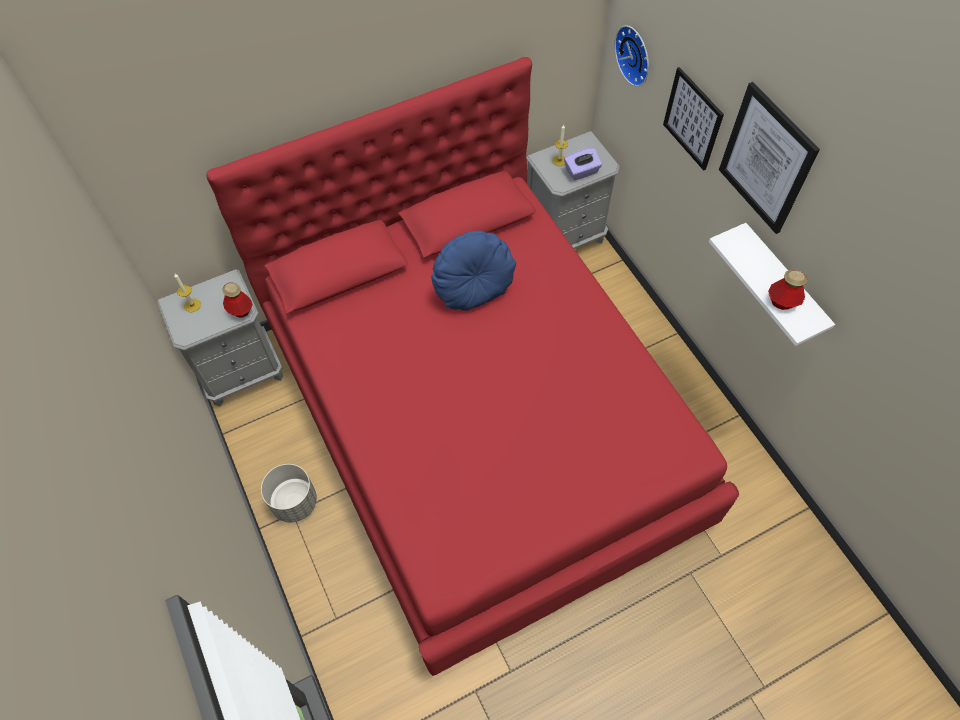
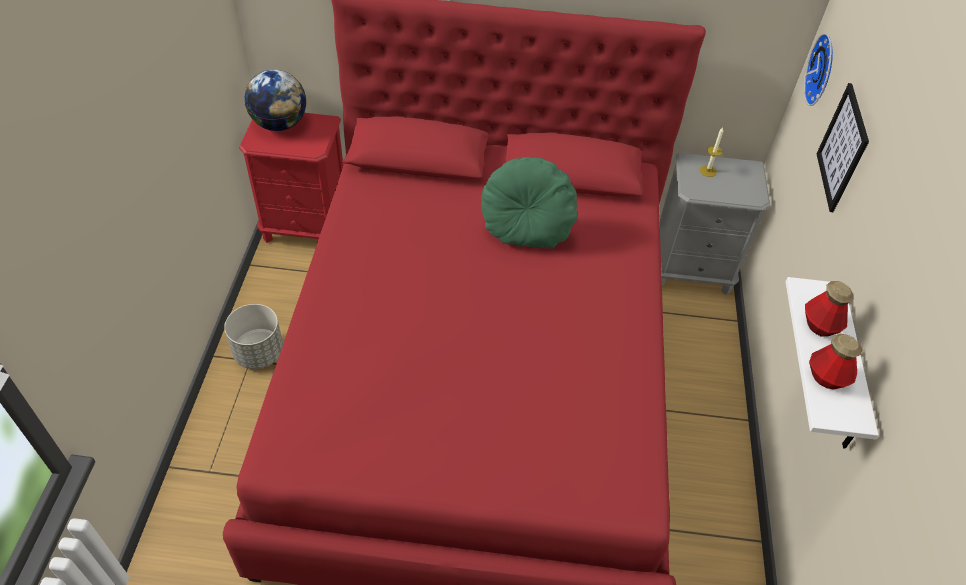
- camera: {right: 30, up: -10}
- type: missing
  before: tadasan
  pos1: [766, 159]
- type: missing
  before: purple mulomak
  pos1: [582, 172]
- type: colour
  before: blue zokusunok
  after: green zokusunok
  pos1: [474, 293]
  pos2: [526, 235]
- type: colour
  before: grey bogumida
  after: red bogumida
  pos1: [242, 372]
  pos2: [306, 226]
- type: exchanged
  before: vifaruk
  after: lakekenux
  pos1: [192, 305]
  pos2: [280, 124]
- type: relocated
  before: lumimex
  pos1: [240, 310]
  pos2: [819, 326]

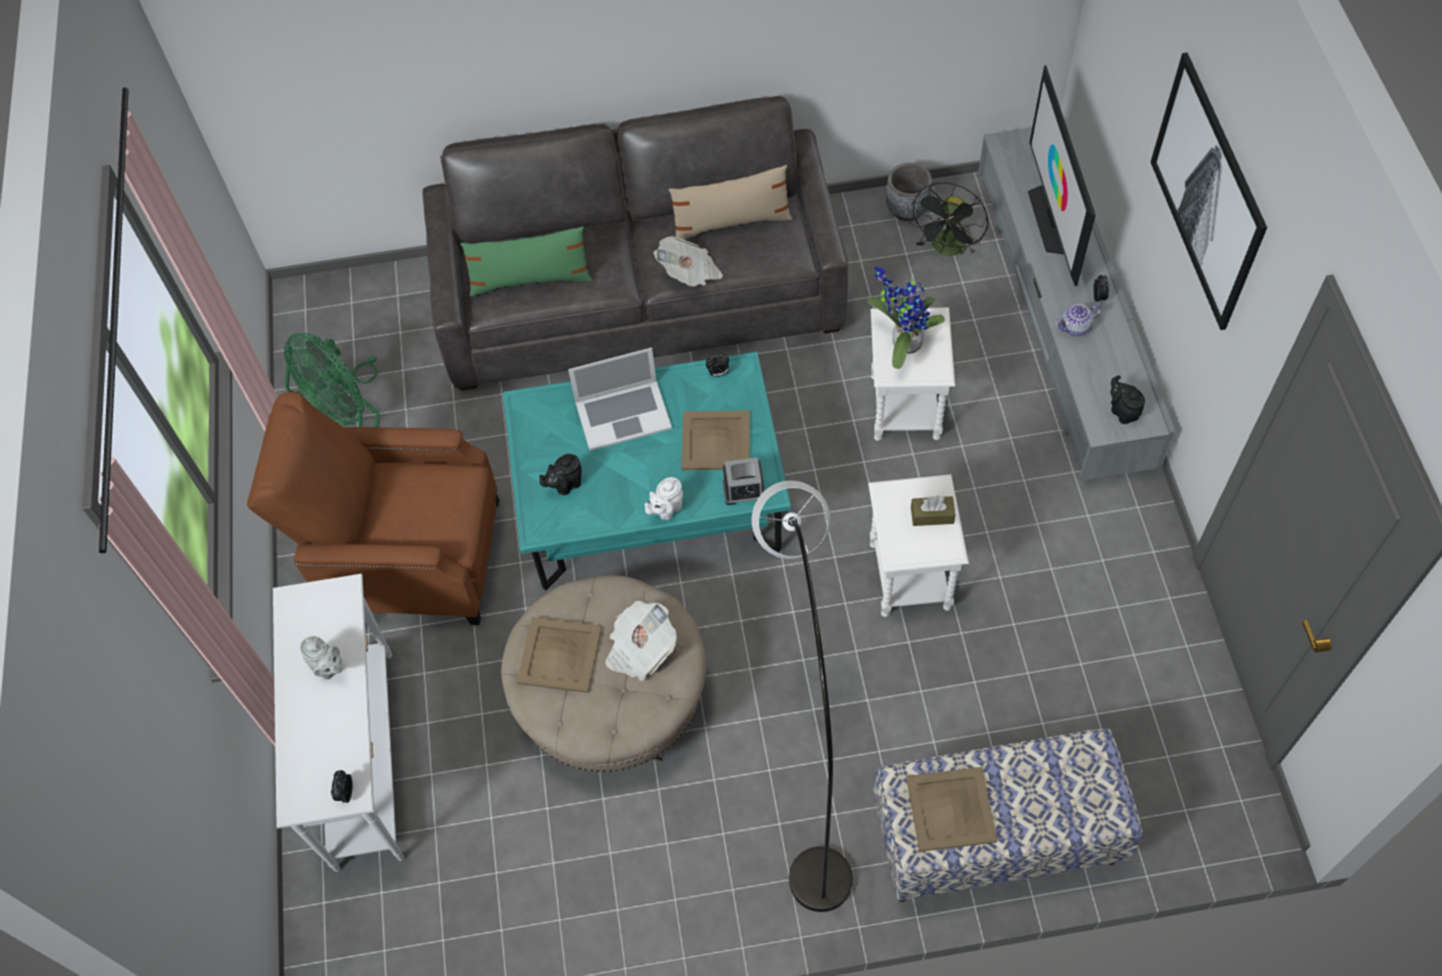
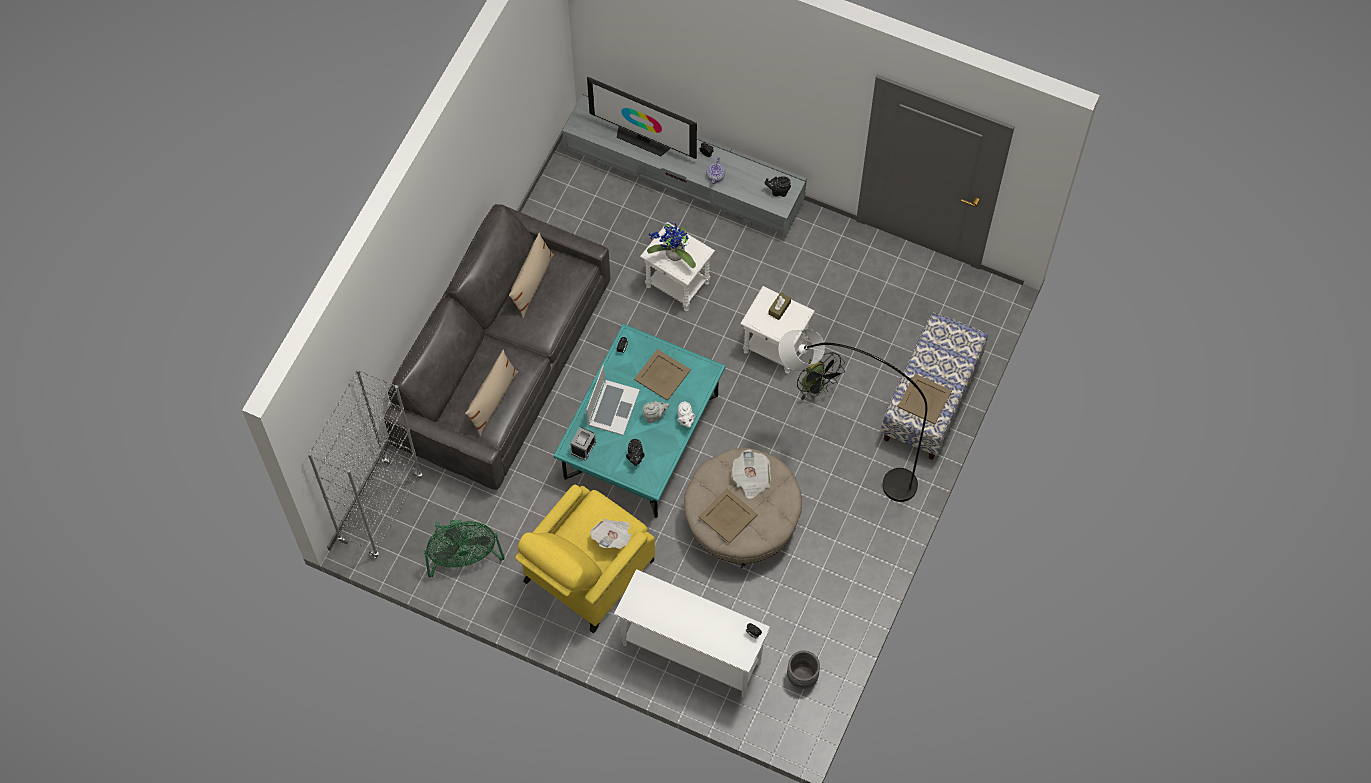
- camera: {right: -60, up: 5}
- type: missing
  before: tadasan
  pos1: [1207, 191]
- type: relocated
  before: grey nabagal
  pos1: [906, 210]
  pos2: [802, 676]
- type: relocated
  before: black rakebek
  pos1: [947, 249]
  pos2: [817, 386]
- type: colour
  before: green zokusunok
  after: beige zokusunok
  pos1: [530, 280]
  pos2: [493, 400]
- type: relocated
  before: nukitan
  pos1: [690, 273]
  pos2: [613, 537]
- type: colour
  before: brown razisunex
  after: yellow razisunex
  pos1: [406, 557]
  pos2: [585, 573]
- type: relocated
  before: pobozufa
  pos1: [744, 490]
  pos2: [583, 447]
- type: relocated
  before: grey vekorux
  pos1: [328, 668]
  pos2: [655, 416]
- type: appeared
  after: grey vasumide
  pos2: [381, 509]

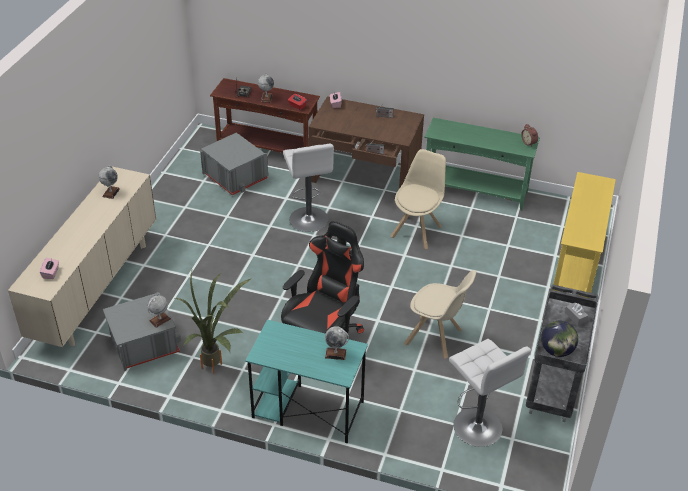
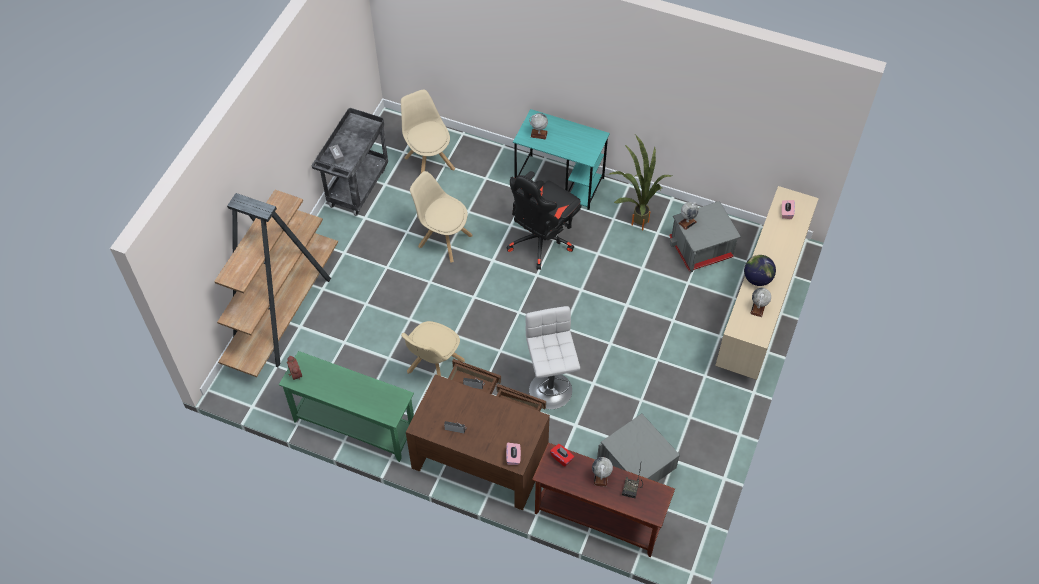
- camera: {right: -175, up: 15}
- type: exchanged
  before: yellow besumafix
  after: brown vasumide
  pos1: [576, 265]
  pos2: [283, 312]
- type: relocated
  before: lakekenux
  pos1: [556, 351]
  pos2: [757, 279]
- type: exchanged
  before: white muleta
  after: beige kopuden
  pos1: [477, 427]
  pos2: [428, 161]

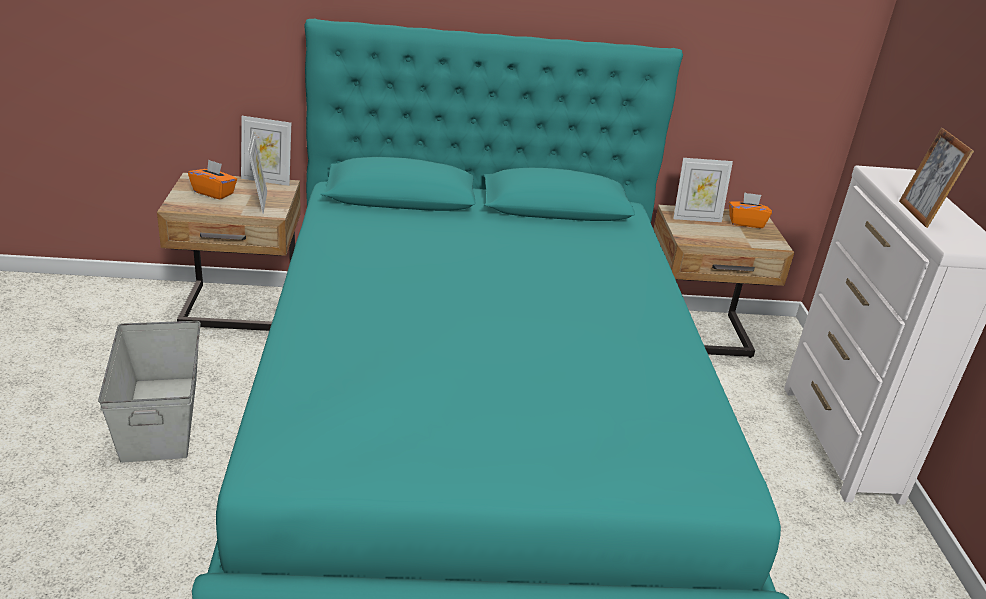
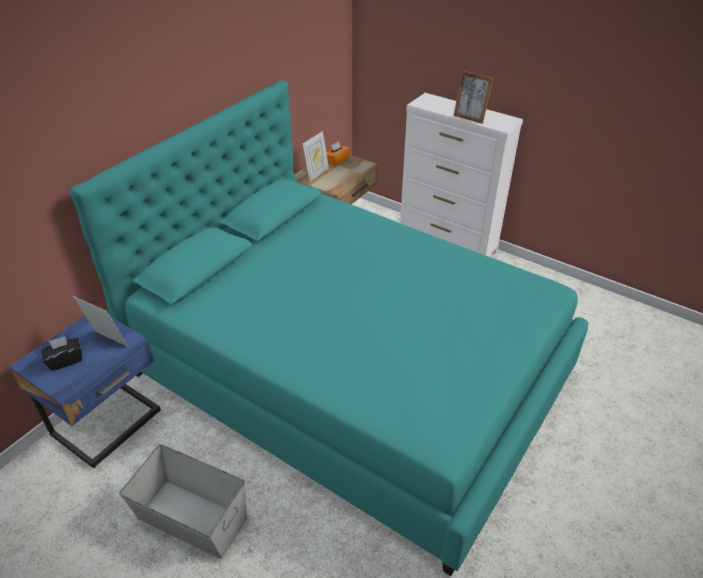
- camera: {right: -50, up: 10}
- type: missing
  before: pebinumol
  pos1: [267, 180]
- type: colour
  before: orange mulomak
  after: black mulomak
  pos1: [214, 192]
  pos2: [65, 360]
- type: colour
  before: beige bogumida
  after: blue bogumida
  pos1: [239, 311]
  pos2: [109, 424]

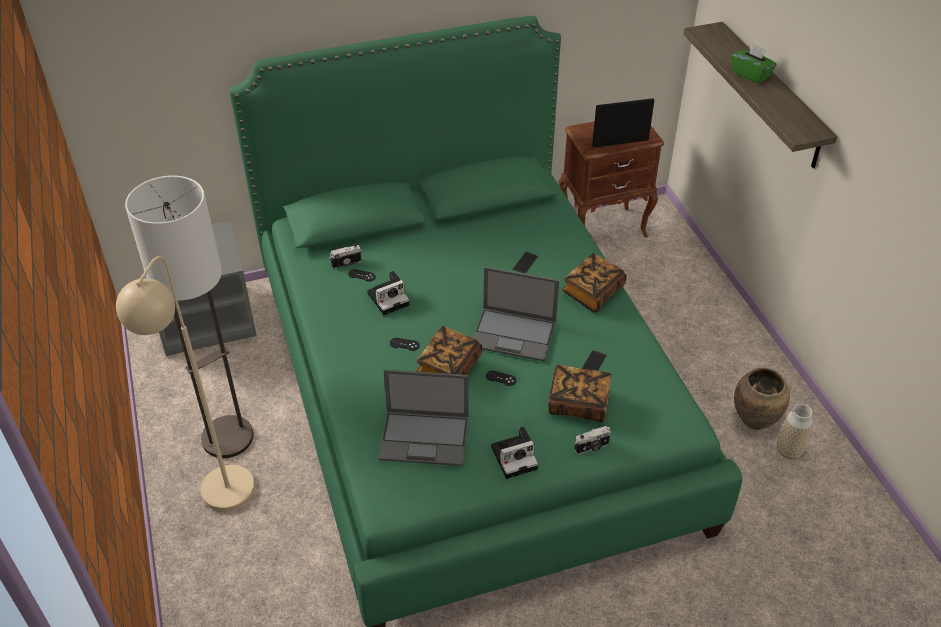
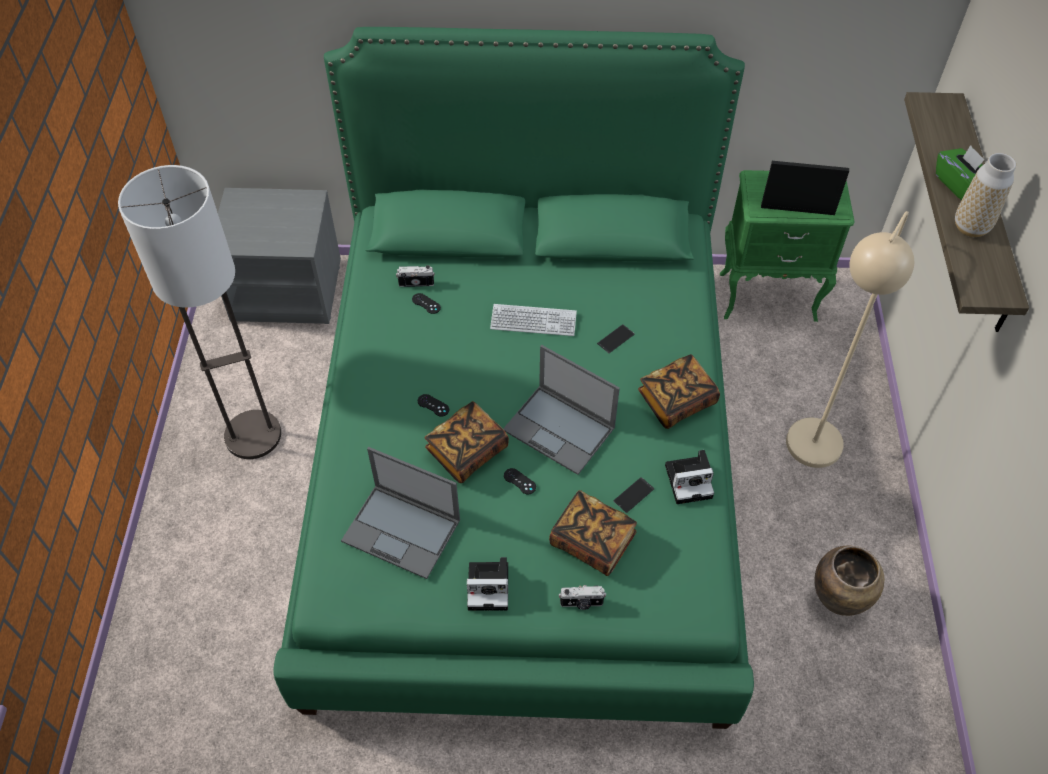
- camera: {right: 20, up: 10}
- type: colour
  before: brown bogumida
  after: green bogumida
  pos1: [603, 229]
  pos2: [768, 296]
- type: relocated
  before: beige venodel
  pos1: [223, 504]
  pos2: [807, 457]
- type: relocated
  before: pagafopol
  pos1: [389, 298]
  pos2: [690, 480]
- type: relocated
  before: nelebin
  pos1: [788, 451]
  pos2: [971, 227]
- type: appeared
  after: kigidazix
  pos2: [533, 321]

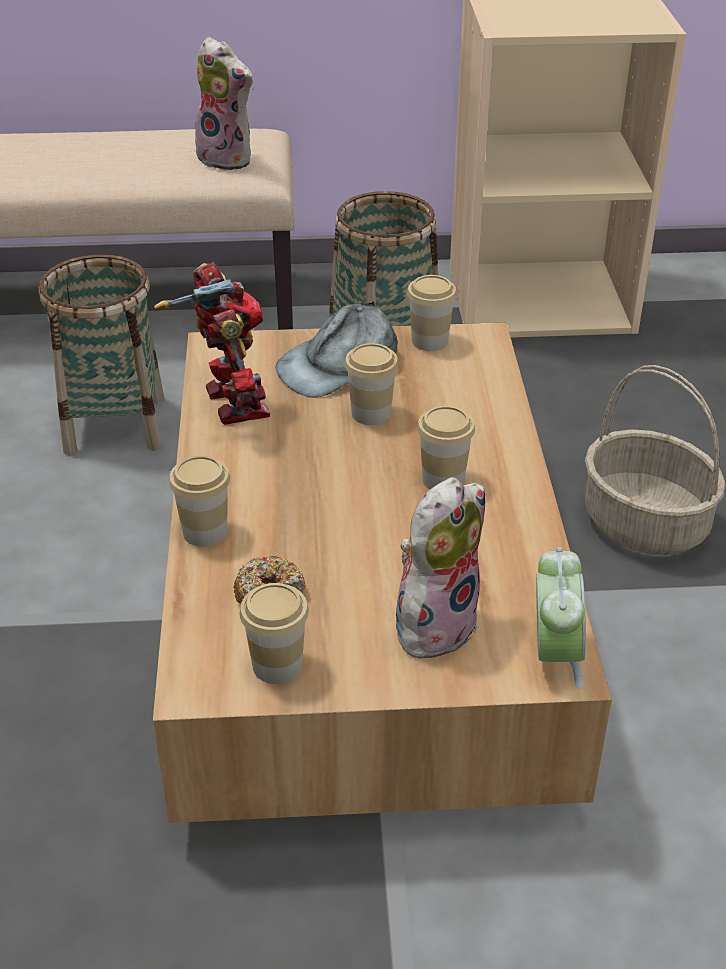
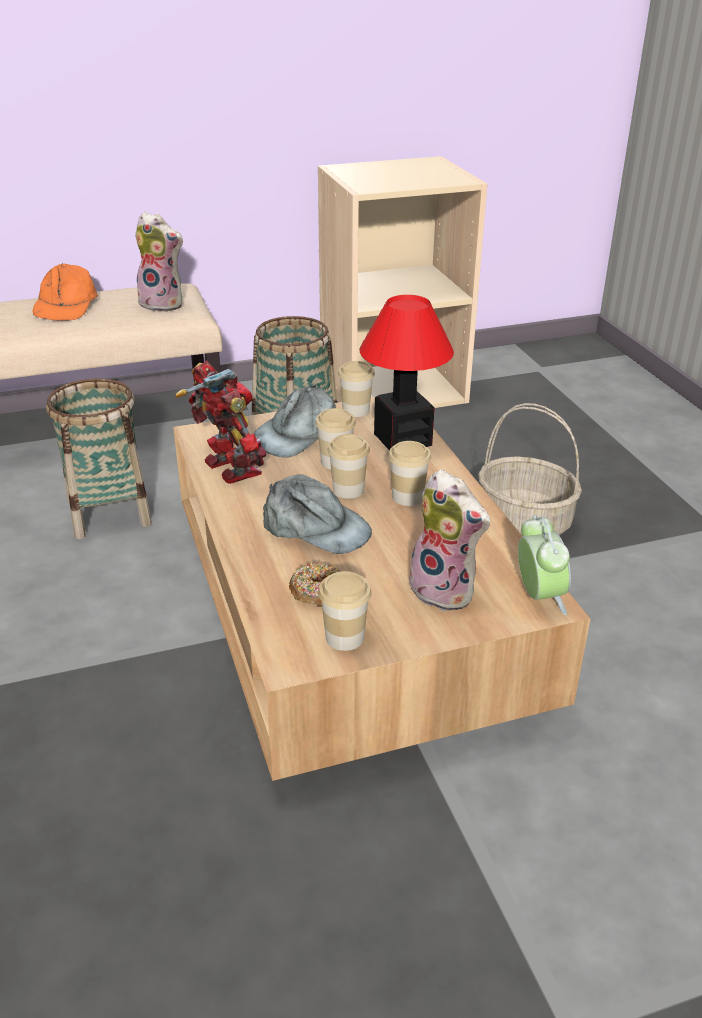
- camera: {right: -15, up: -5}
- type: relocated
  before: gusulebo
  pos1: [205, 532]
  pos2: [348, 490]
- type: spun
  before: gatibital
  pos1: [434, 624]
  pos2: [446, 591]
  turn: 105
- type: appeared
  after: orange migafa
  pos2: [66, 305]
- type: appeared
  after: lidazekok
  pos2: [401, 440]
- type: appeared
  after: grey migafa
  pos2: [316, 528]

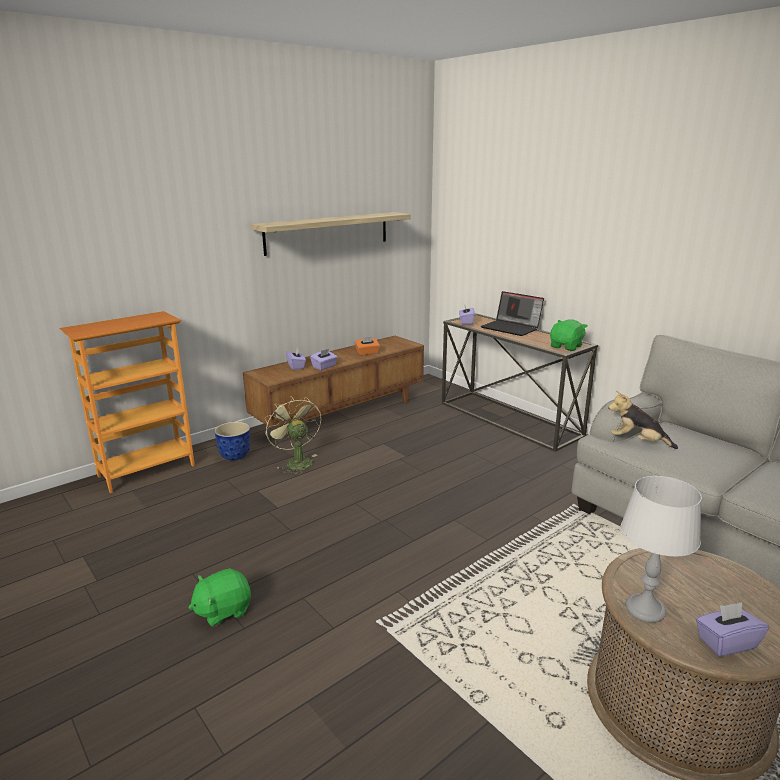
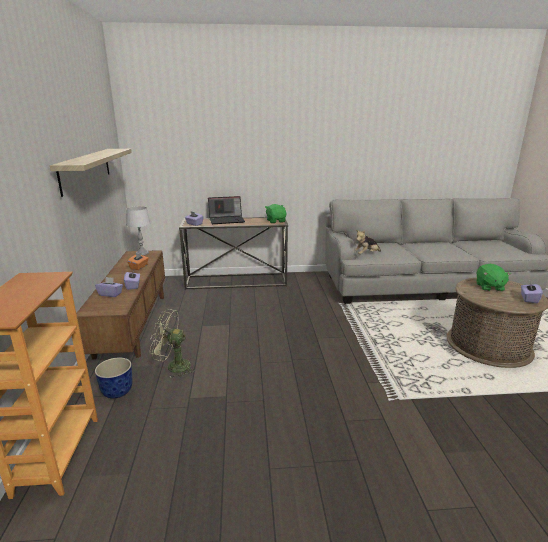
- camera: {right: -55, up: 0}
- type: relocated
  before: grey lidazekok
  pos1: [645, 610]
  pos2: [142, 253]
- type: relocated
  before: green gatibital
  pos1: [223, 610]
  pos2: [489, 287]

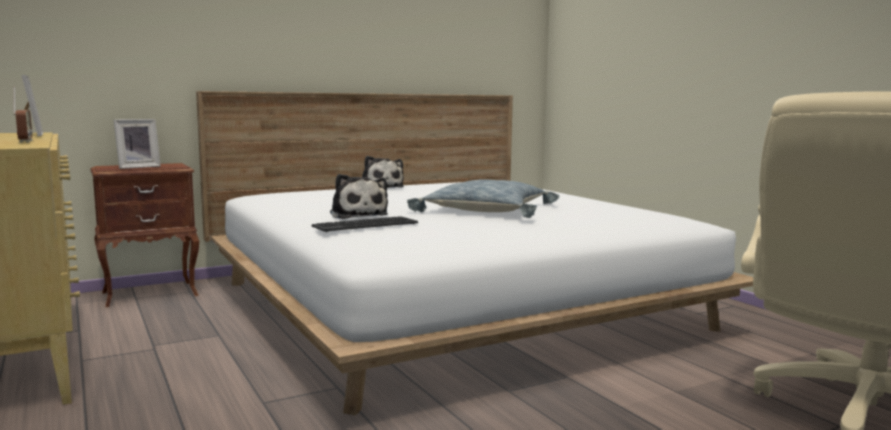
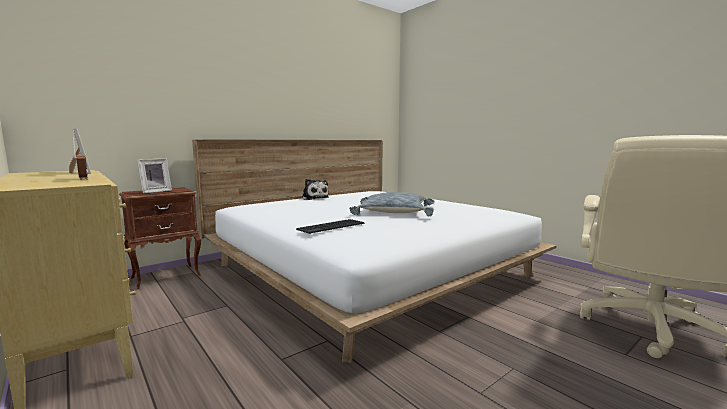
- camera: {right: -10, up: 0}
- type: missing
  before: gatibital
  pos1: [358, 215]

